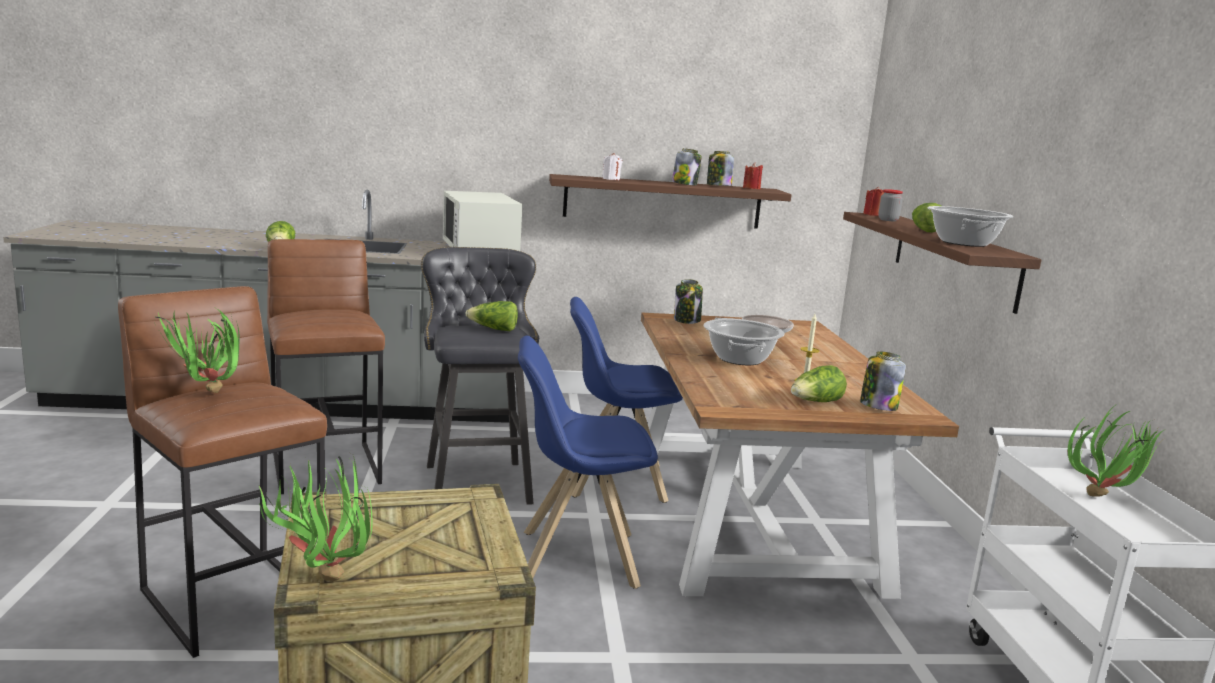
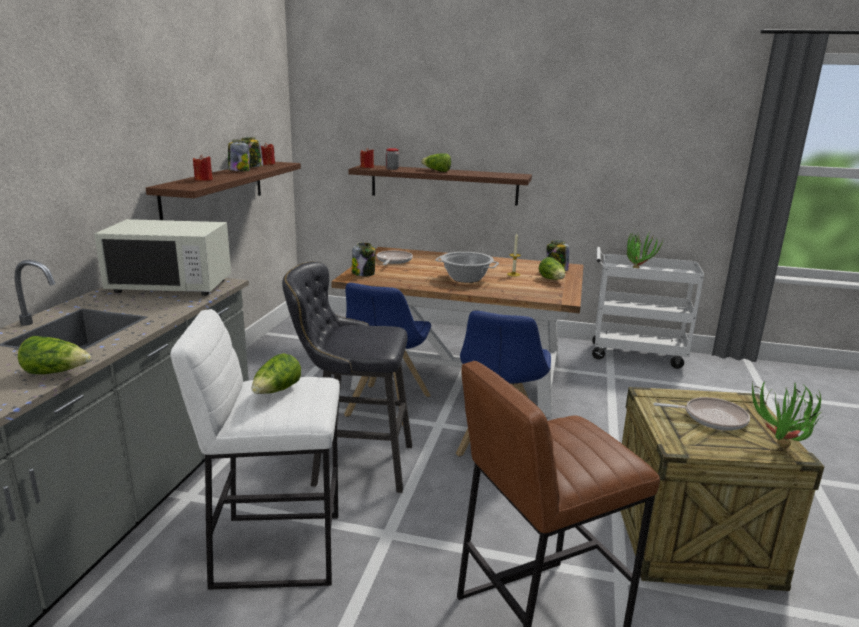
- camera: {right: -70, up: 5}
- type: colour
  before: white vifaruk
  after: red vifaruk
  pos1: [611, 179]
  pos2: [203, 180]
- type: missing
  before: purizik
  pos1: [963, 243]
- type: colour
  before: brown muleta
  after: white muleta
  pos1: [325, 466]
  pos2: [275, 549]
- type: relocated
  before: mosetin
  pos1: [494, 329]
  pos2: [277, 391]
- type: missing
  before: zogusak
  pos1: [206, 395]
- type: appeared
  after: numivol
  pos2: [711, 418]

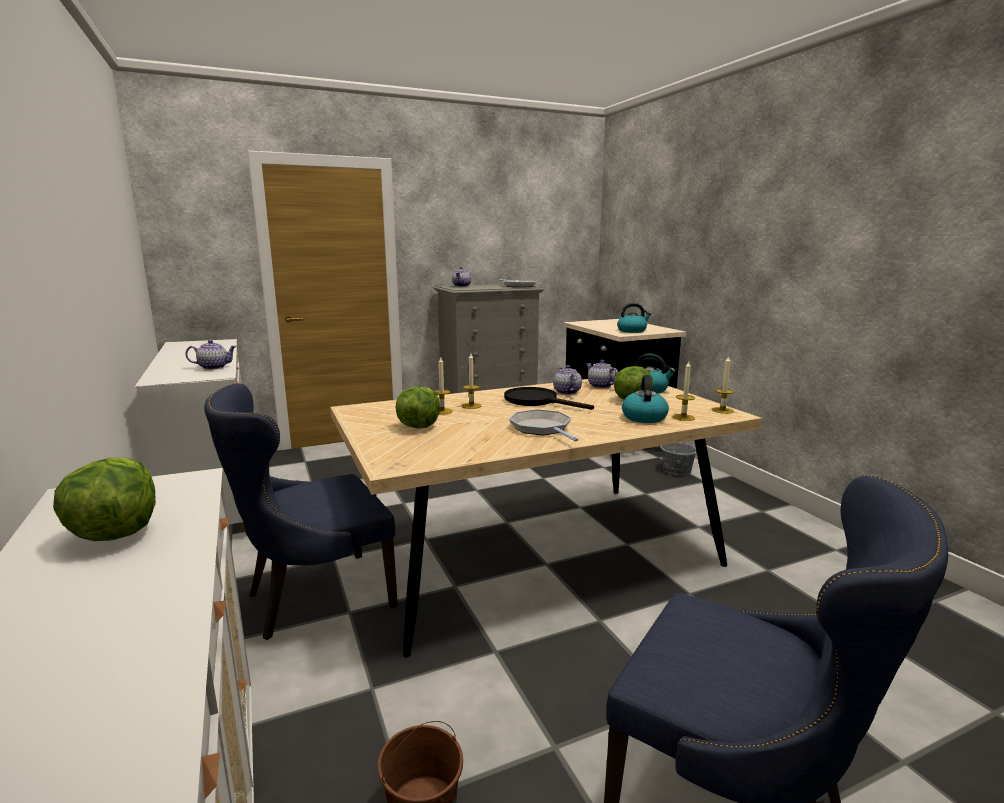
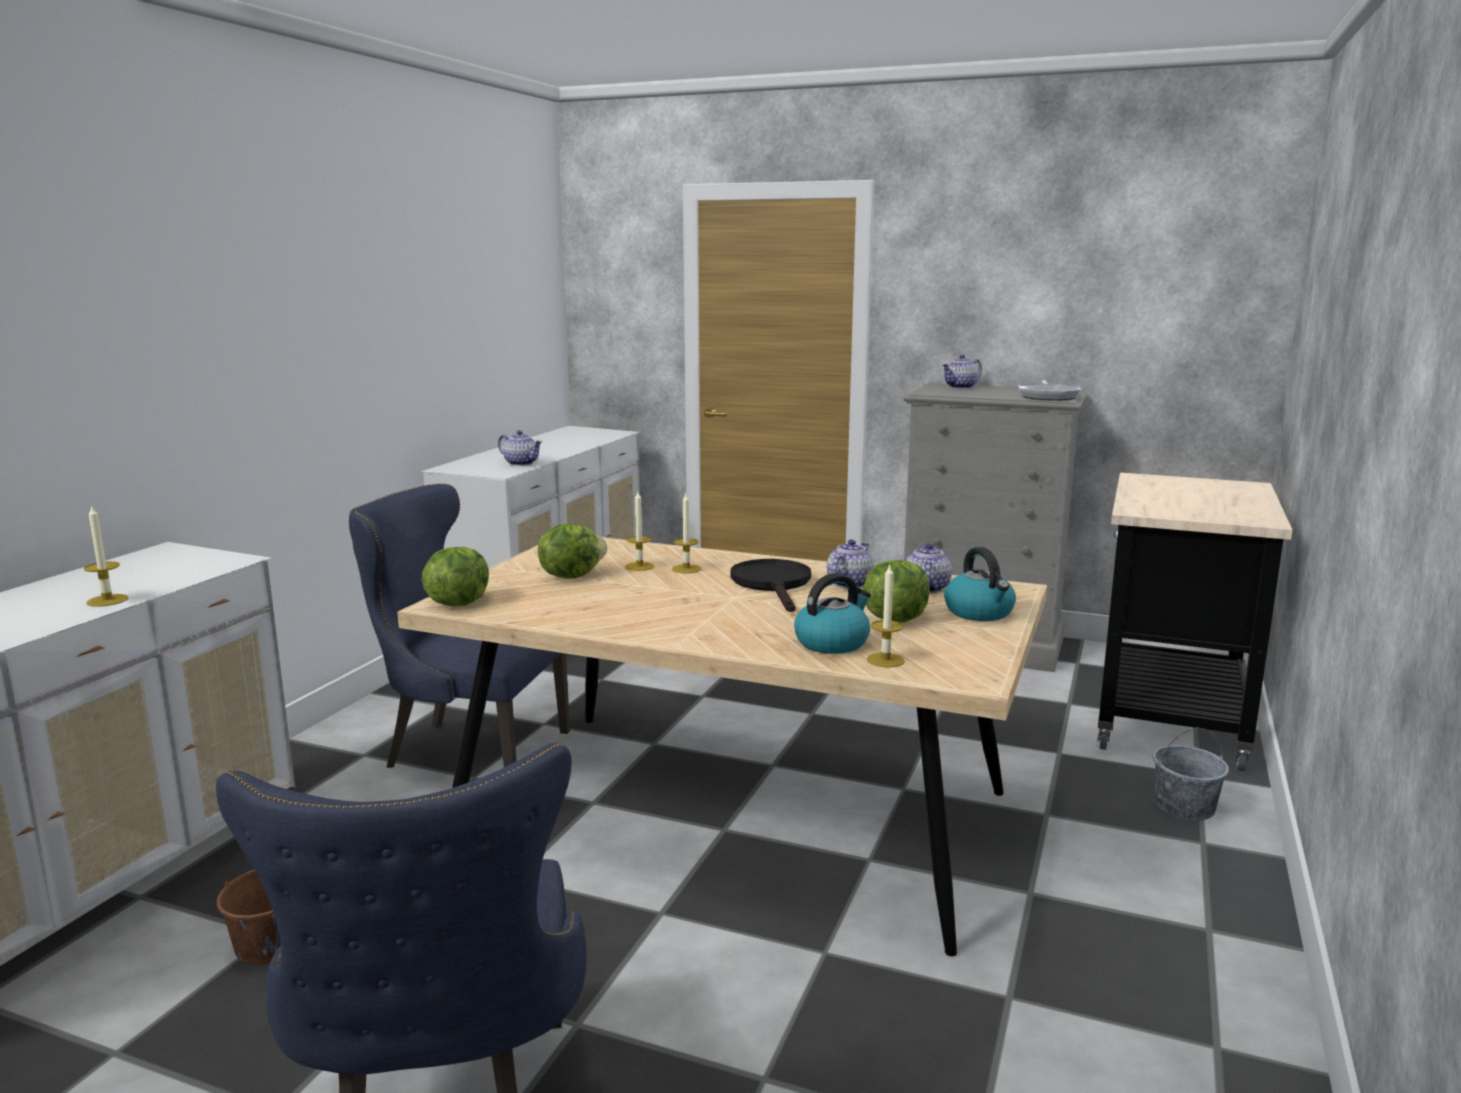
- camera: {right: 45, up: 0}
- type: missing
  before: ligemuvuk
  pos1: [632, 331]
- type: relocated
  before: vifaruk
  pos1: [722, 410]
  pos2: [107, 600]
- type: missing
  before: numivol
  pos1: [542, 428]
- type: relocated
  before: mosetin
  pos1: [114, 533]
  pos2: [458, 603]

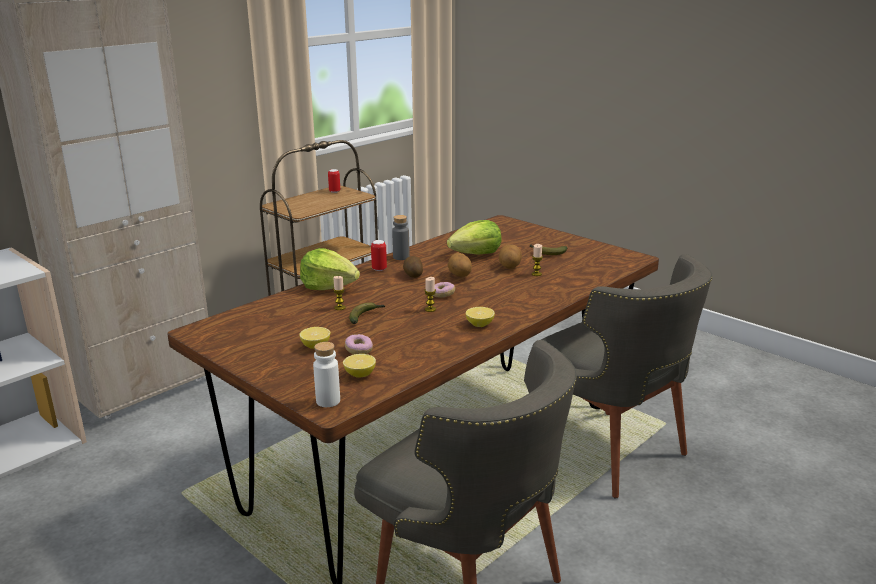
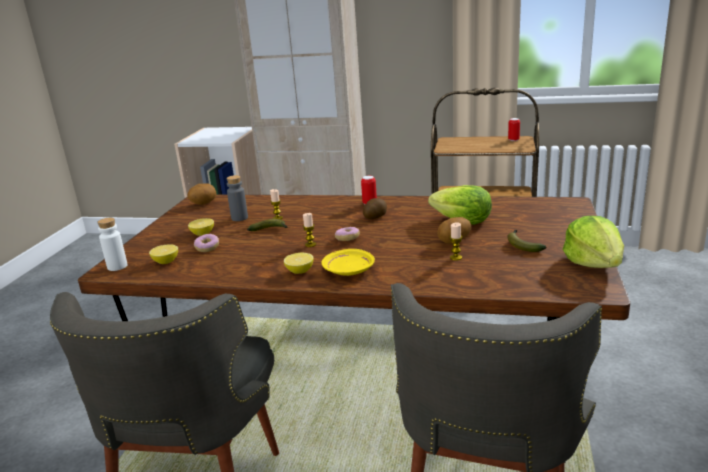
- camera: {right: 60, up: 0}
- type: relocated
  before: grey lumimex
  pos1: [401, 257]
  pos2: [239, 218]
- type: relocated
  before: mosetin
  pos1: [329, 286]
  pos2: [594, 263]
- type: relocated
  before: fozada
  pos1: [459, 276]
  pos2: [203, 203]
- type: appeared
  after: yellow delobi
  pos2: [349, 271]

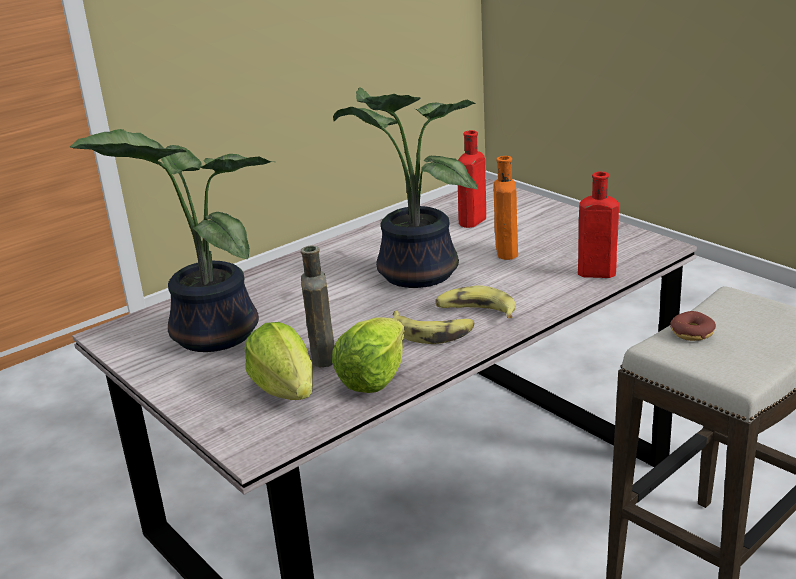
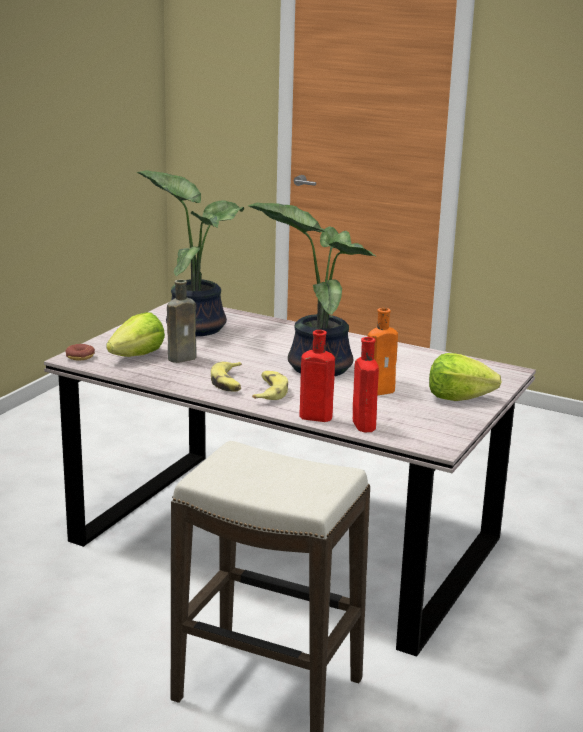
- camera: {right: 65, up: -5}
- type: relocated
  before: red lumimex
  pos1: [471, 222]
  pos2: [313, 417]
- type: relocated
  before: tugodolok
  pos1: [692, 333]
  pos2: [80, 357]
- type: relocated
  before: mosetin
  pos1: [374, 378]
  pos2: [458, 397]

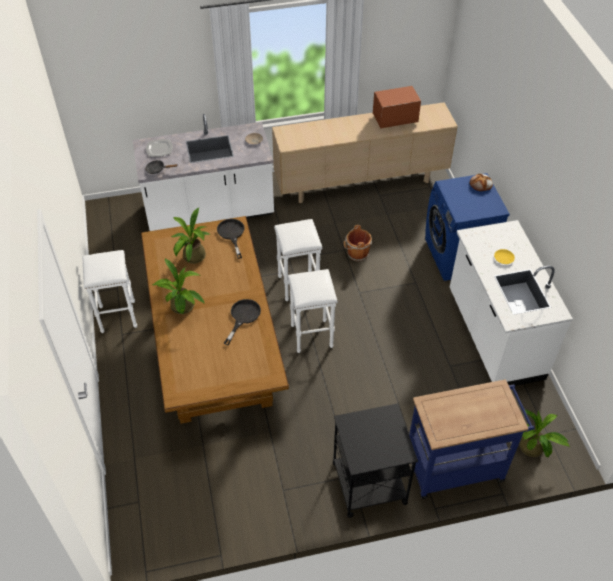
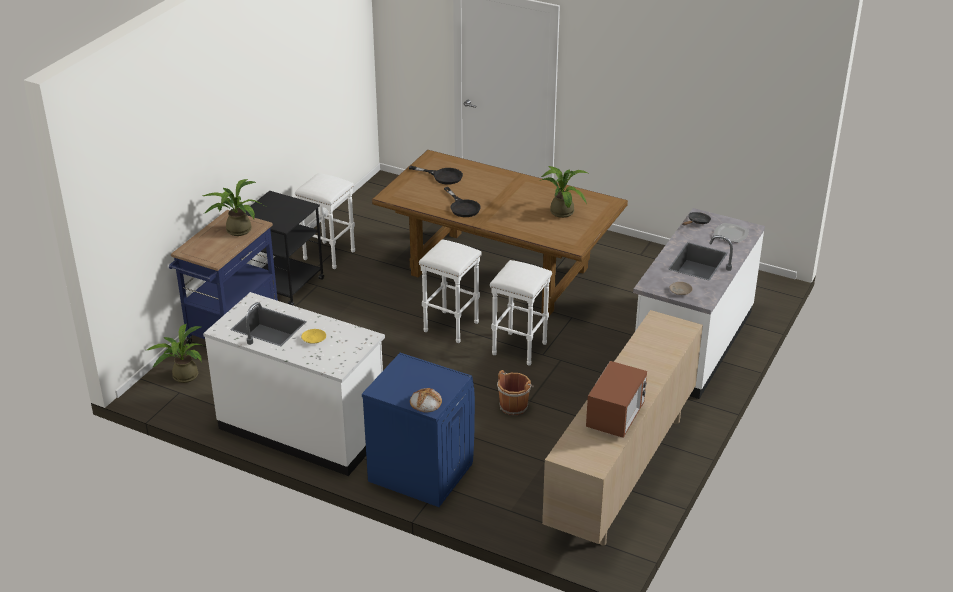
- camera: {right: 130, up: -15}
- type: relocated
  before: black numivol
  pos1: [232, 234]
  pos2: [442, 176]
- type: relocated
  before: white muleta
  pos1: [117, 316]
  pos2: [330, 255]
- type: relocated
  before: zogusak
  pos1: [183, 308]
  pos2: [236, 229]

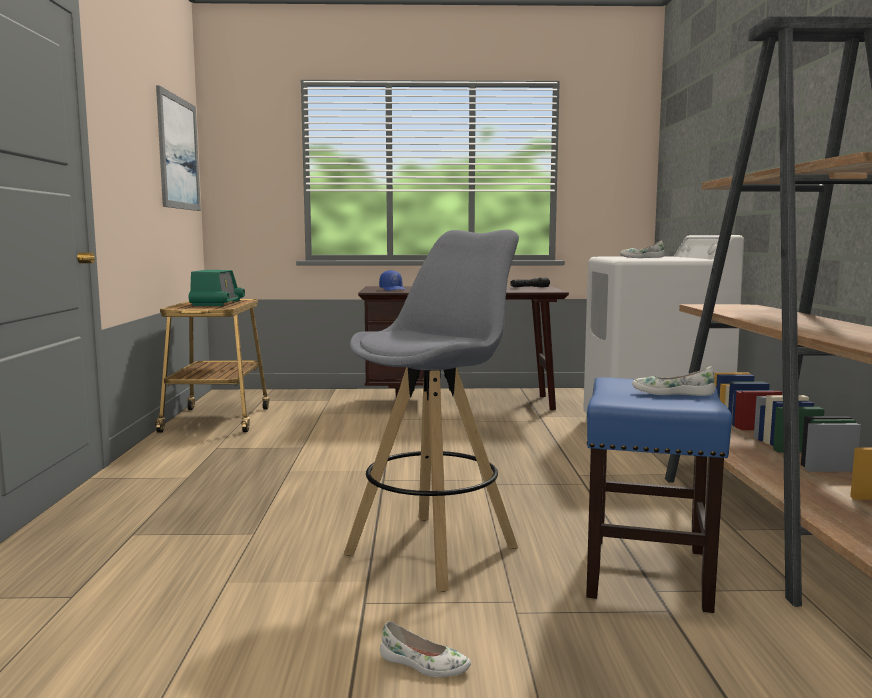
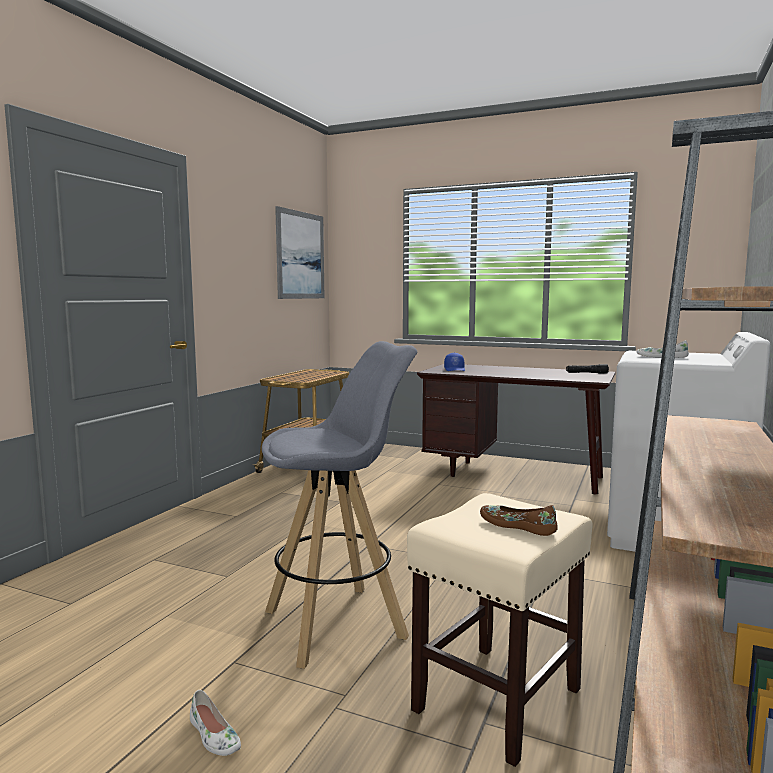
- camera: {right: 25, up: 0}
- type: missing
  before: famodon
  pos1: [217, 303]
- type: colour
  before: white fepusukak
  after: brown fepusukak
  pos1: [672, 393]
  pos2: [517, 526]
- type: colour
  before: blue muleta
  after: beige muleta
  pos1: [648, 573]
  pos2: [497, 700]

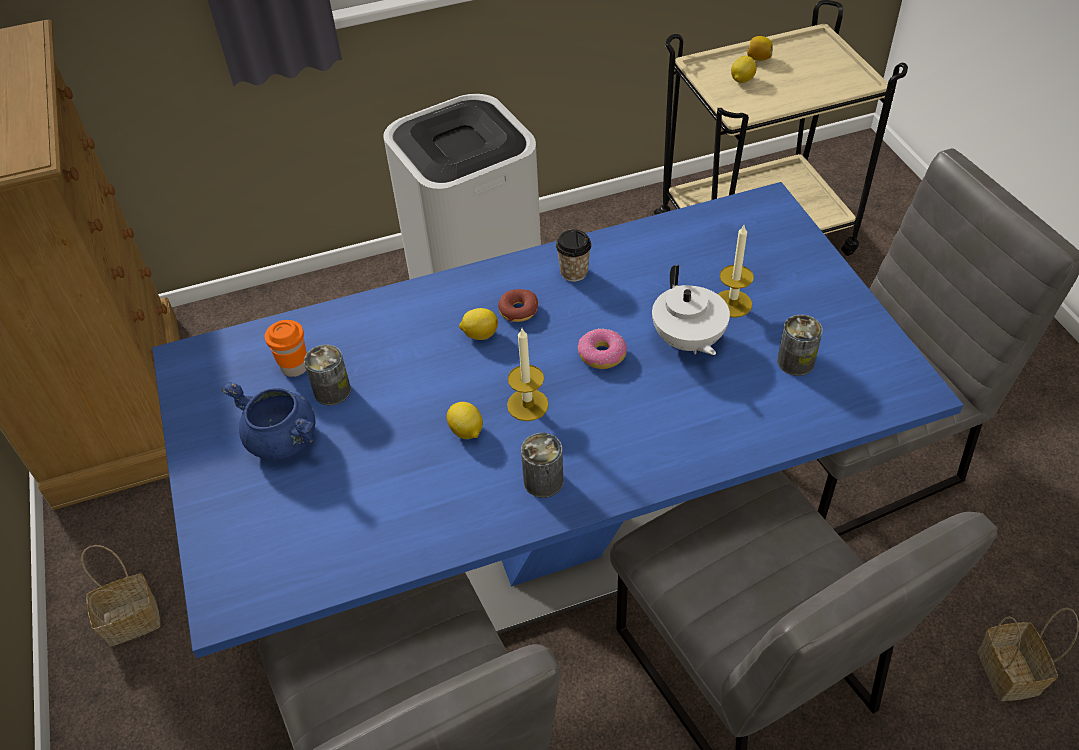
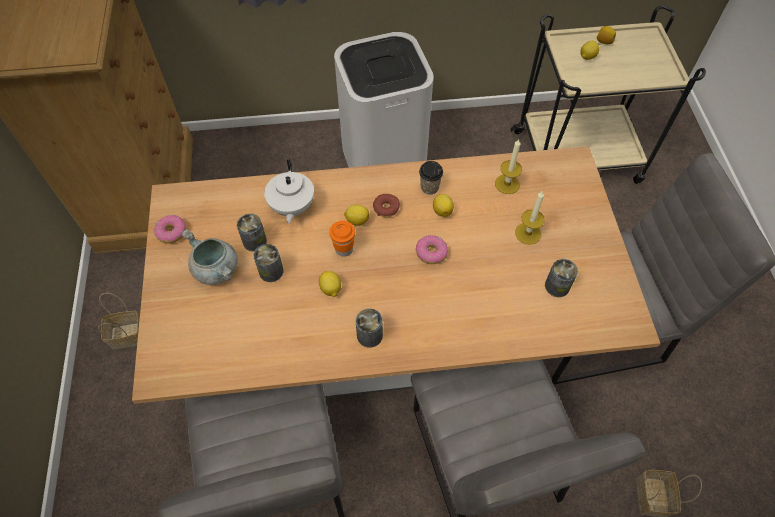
- camera: {right: 10, up: 10}
- type: colour
  before: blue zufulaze
  after: beige zufulaze
  pos1: [549, 539]
  pos2: [387, 340]
- type: relocated
  before: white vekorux
  pos1: [687, 341]
  pos2: [291, 207]
- type: relocated
  before: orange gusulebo
  pos1: [294, 367]
  pos2: [344, 249]
- type: relocated
  before: vifaruk
  pos1: [527, 405]
  pos2: [507, 184]
- type: colour
  before: blue purizik
  after: grey purizik
  pos1: [284, 440]
  pos2: [217, 269]
- type: appeared
  after: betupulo
  pos2: [442, 210]
- type: appeared
  after: tugodolok
  pos2: [172, 232]
- type: appeared
  after: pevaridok
  pos2: [271, 271]

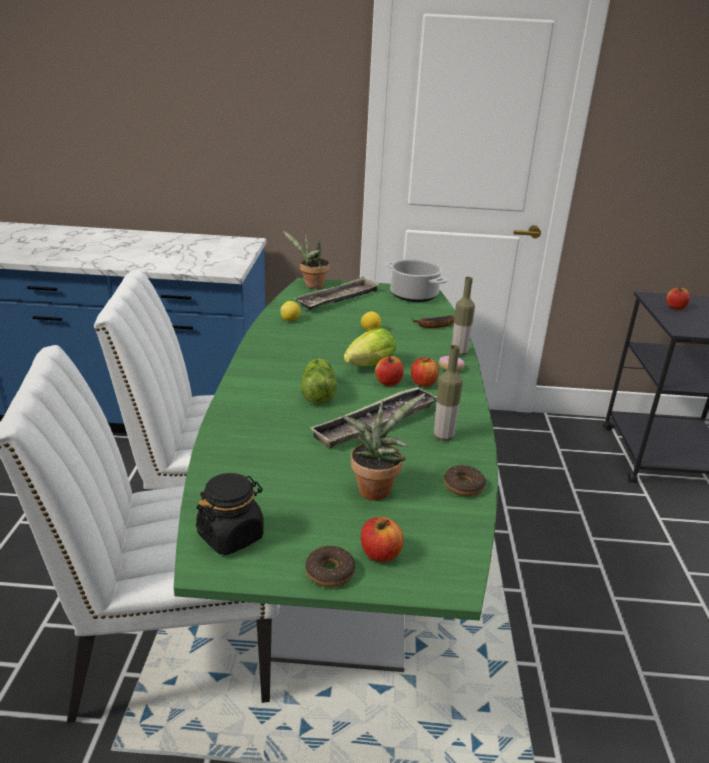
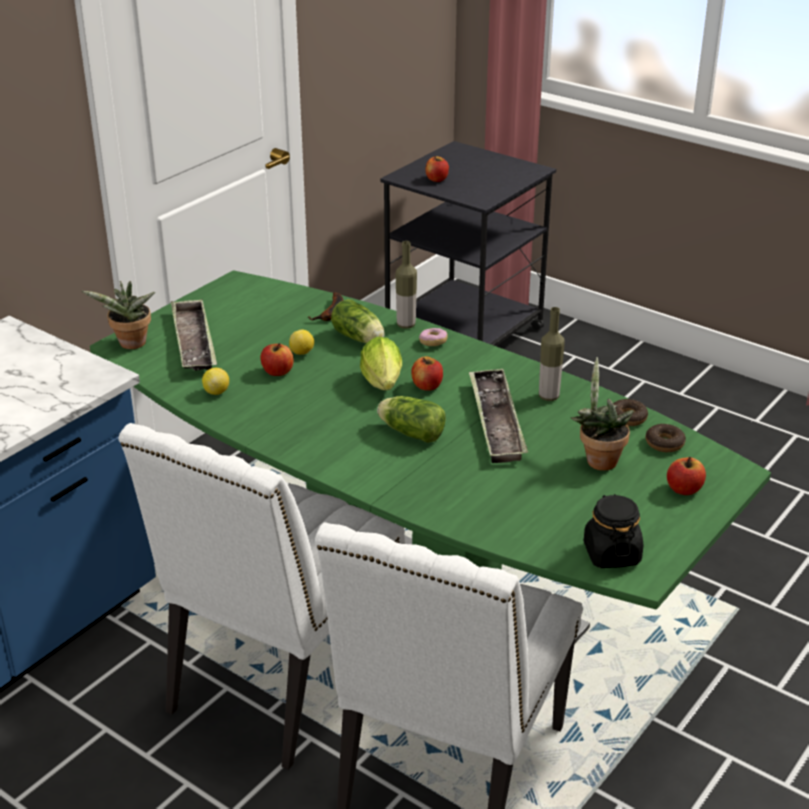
- camera: {right: -55, up: 5}
- type: missing
  before: purizik
  pos1: [413, 295]
- type: relocated
  before: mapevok
  pos1: [423, 383]
  pos2: [277, 372]
- type: relocated
  before: tugodolok
  pos1: [330, 572]
  pos2: [664, 443]
- type: appeared
  after: mosetin
  pos2: [360, 339]

